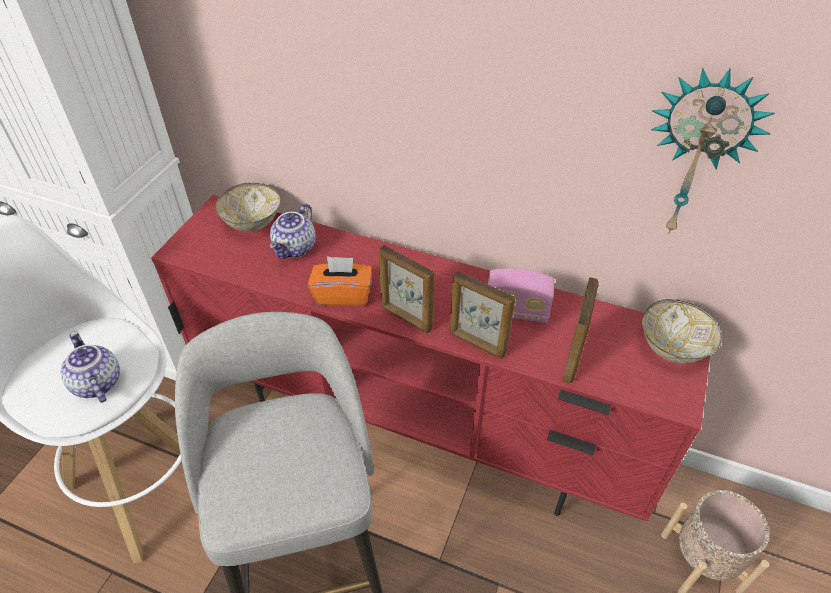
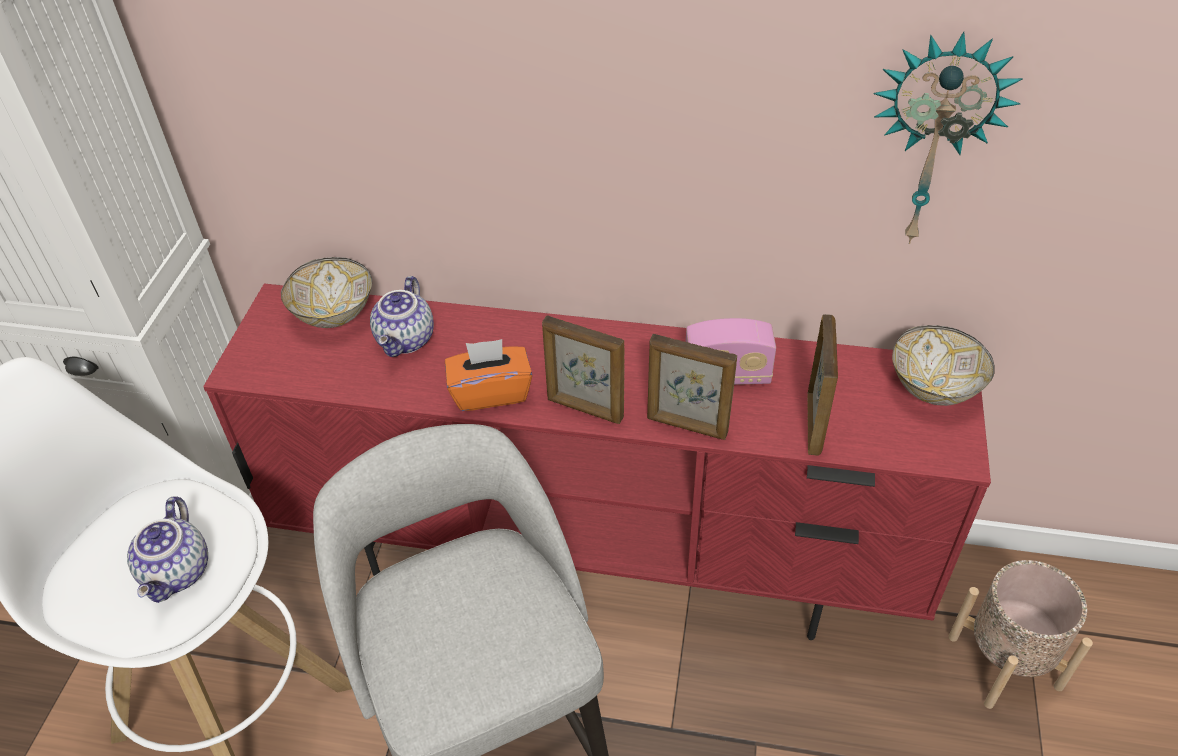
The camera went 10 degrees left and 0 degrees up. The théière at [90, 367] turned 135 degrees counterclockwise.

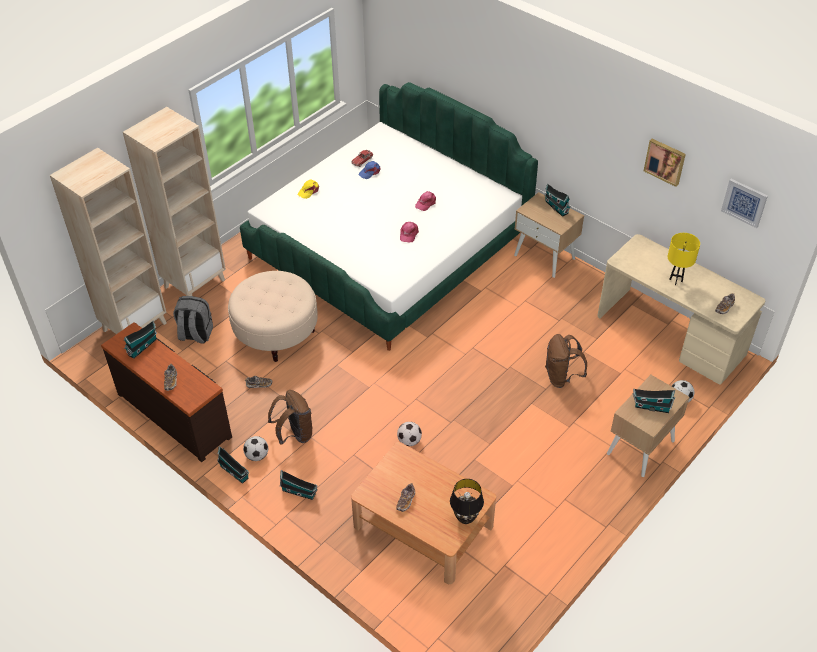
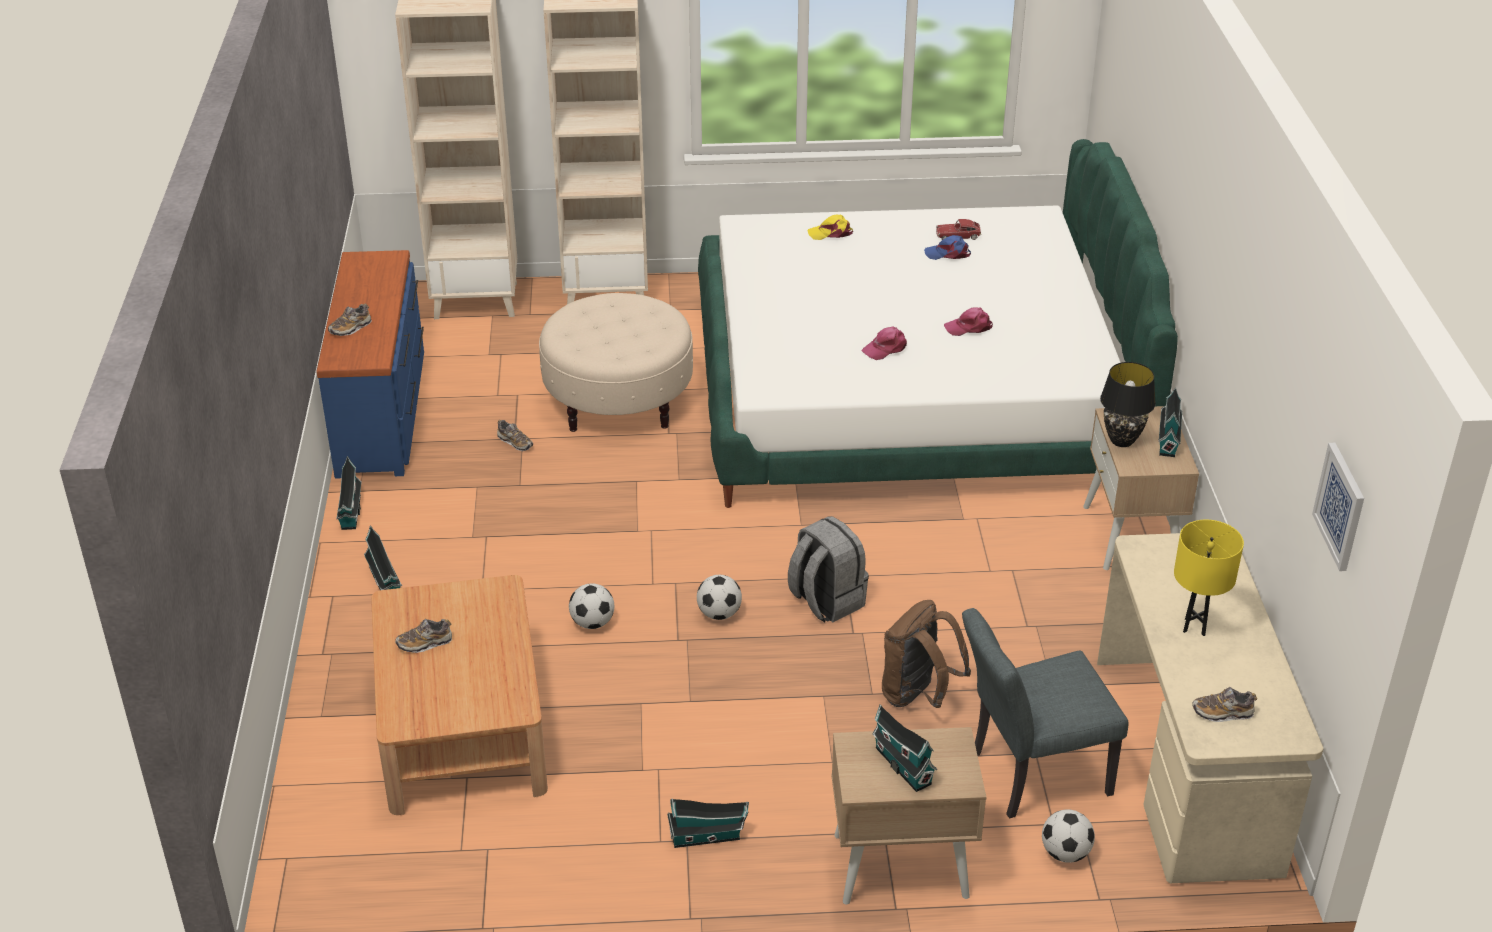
The camera went 45 degrees right and 10 degrees down. The tableau at [665, 163] disappeared. The sac à dos (gris) moved from [193, 320] to [828, 569]. The maison miniature moved from [140, 339] to [708, 823]. The commode (marron) at [166, 392] became the commode (bleu) at [370, 364]. The sac à dos (marron) at [290, 417] disappeared. The ballon de foot moved from [255, 448] to [719, 597]. The lampe de table (noir) moved from [467, 501] to [1128, 404]. The chaise (gris) at [1045, 713] appeared.

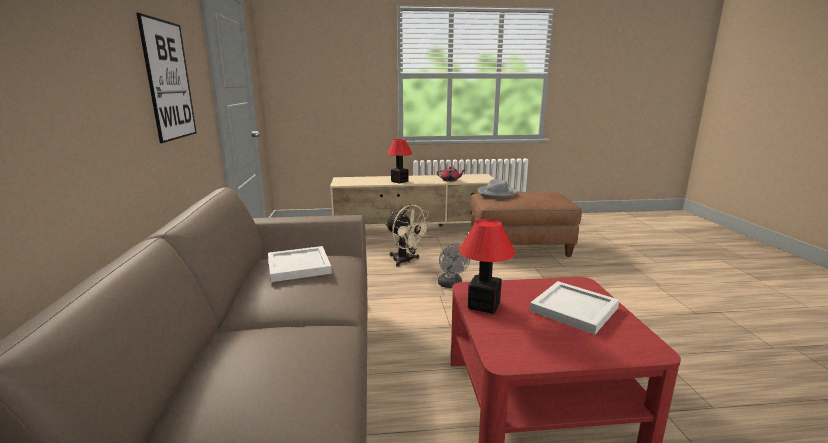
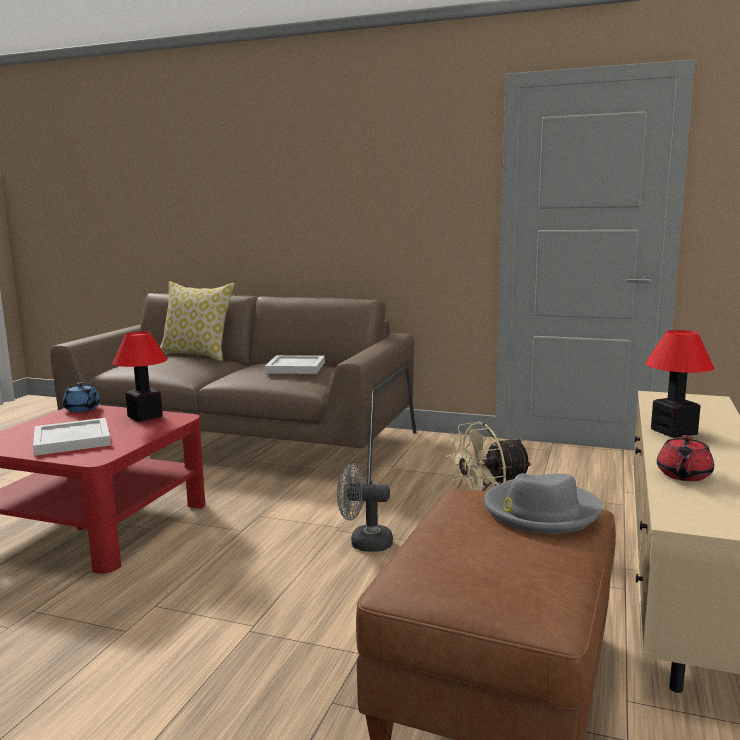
The camera went 115 degrees right and 5 degrees down. The tableau at [166, 78] disappeared. The coussin at [197, 321] appeared. The théière (bleu) at [81, 397] appeared.

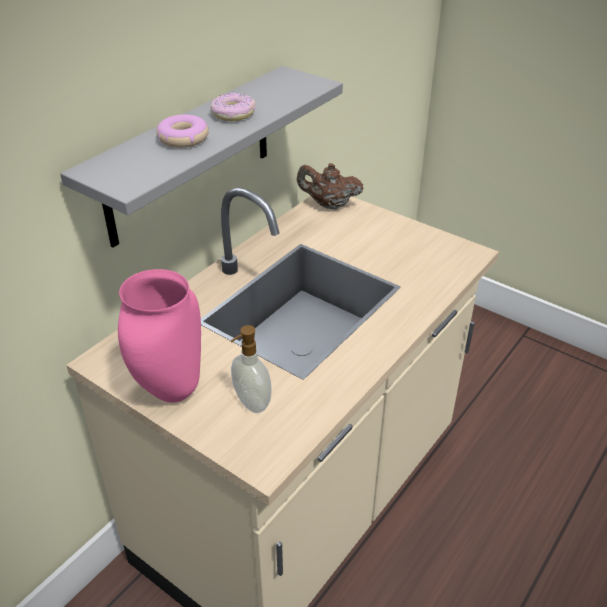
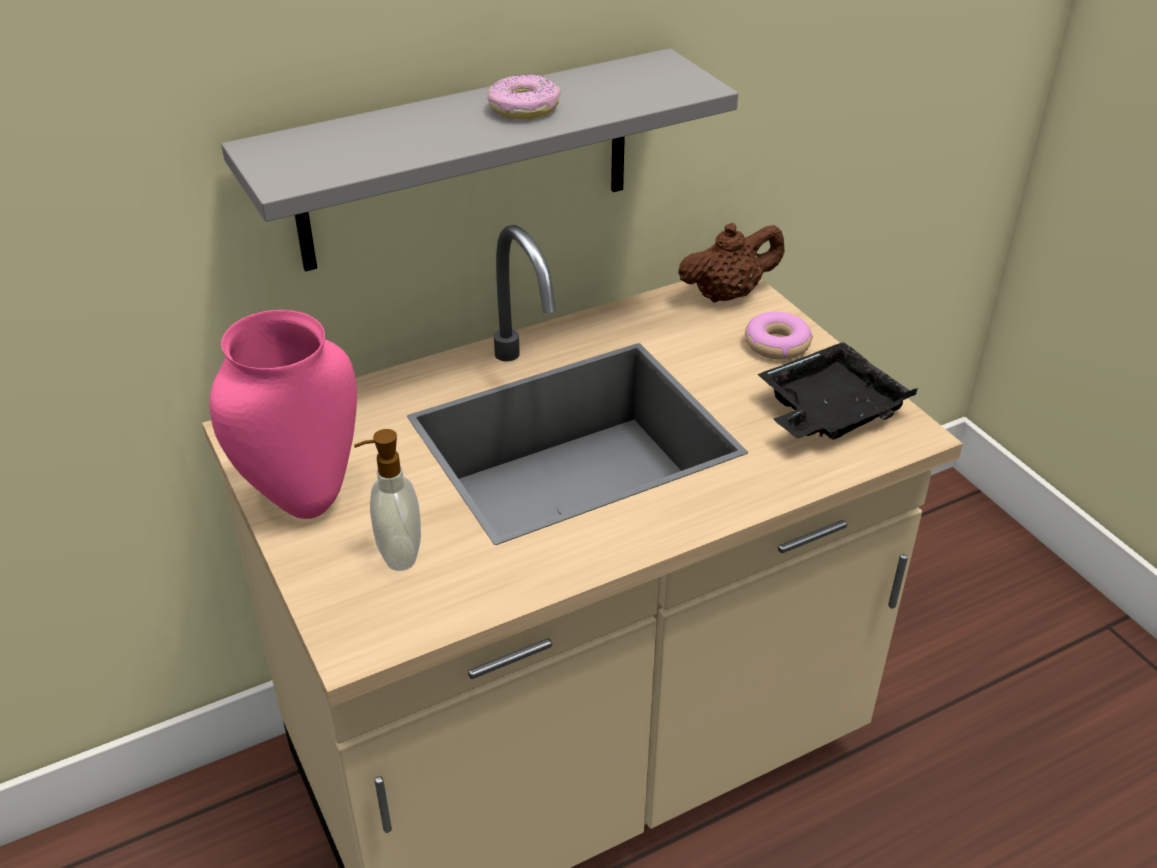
The camera went 25 degrees right and 0 degrees up. The beignet moved from [183, 131] to [779, 336]. The théière (marron) at [330, 186] turned 120 degrees clockwise. The plateau (noir) at [837, 391] appeared.

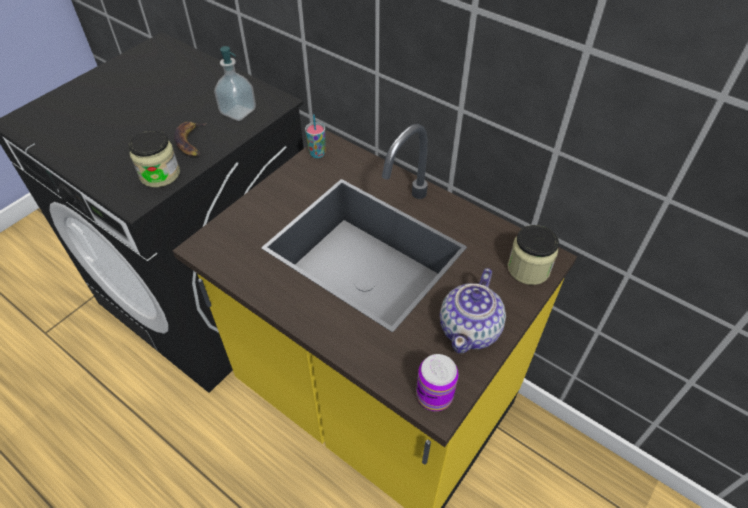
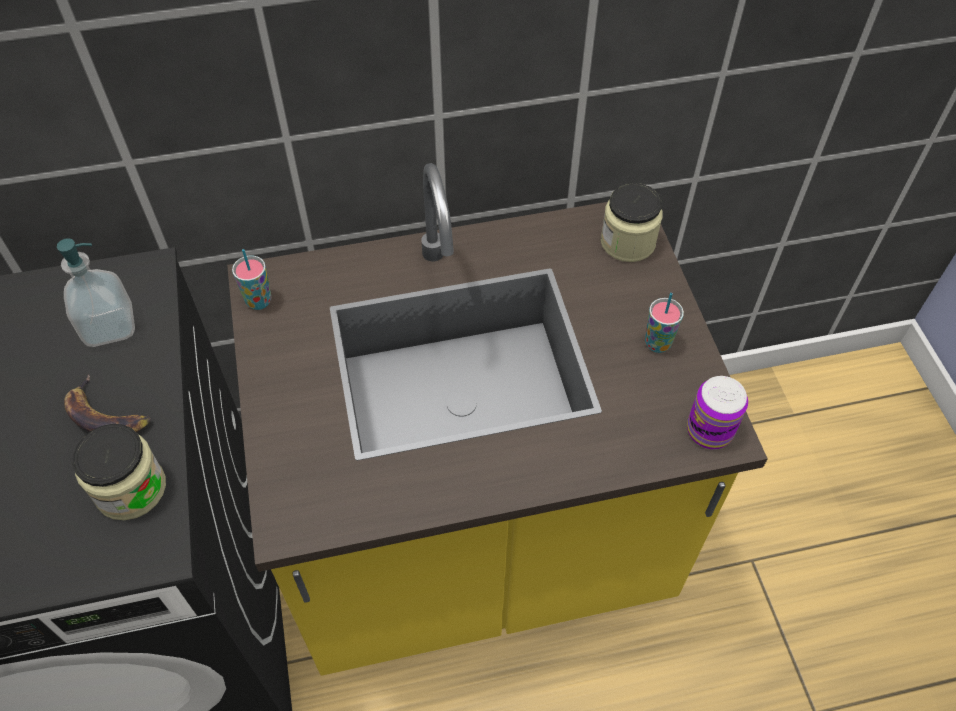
The camera went 50 degrees left and 5 degrees up. The théière at [473, 310] was replaced by the tasse at [664, 323].

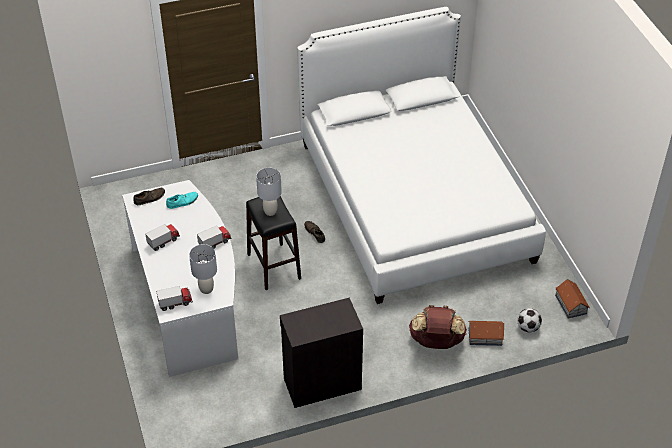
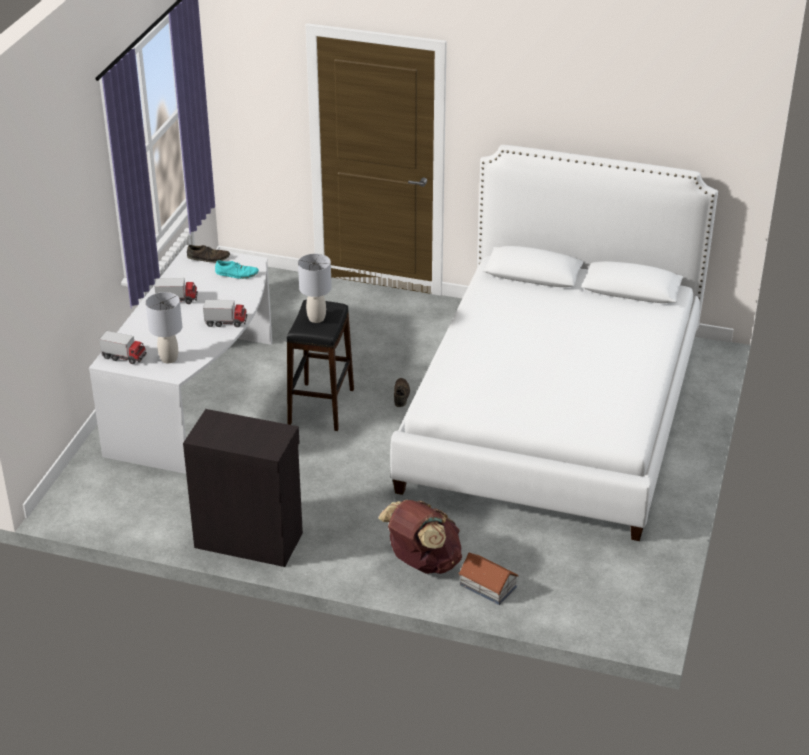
The camera went 35 degrees right and 10 degrees down. The maison miniature at [572, 299] disappeared. The ballon de foot at [529, 320] disappeared.

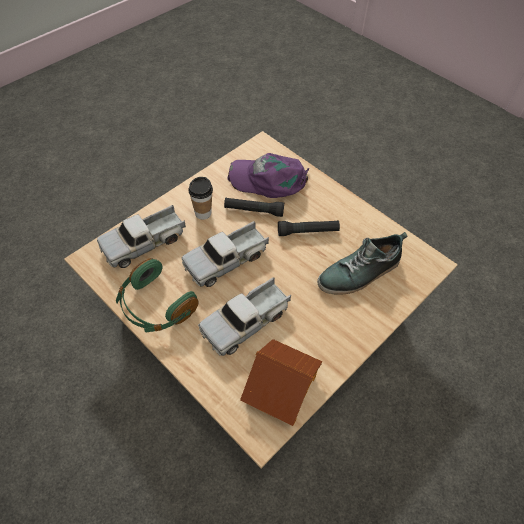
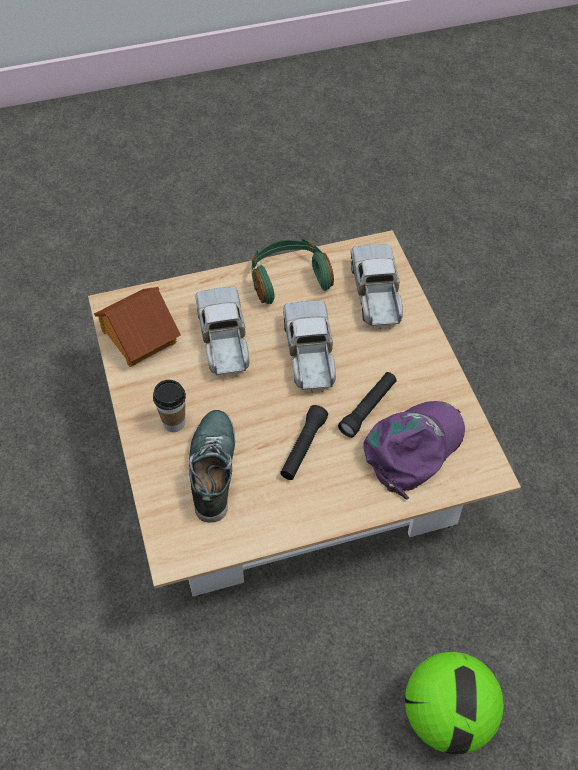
The camera went 120 degrees right and 0 degrees up. The tasse moved from [201, 198] to [169, 406]. The ballon de foot at [454, 703] appeared.

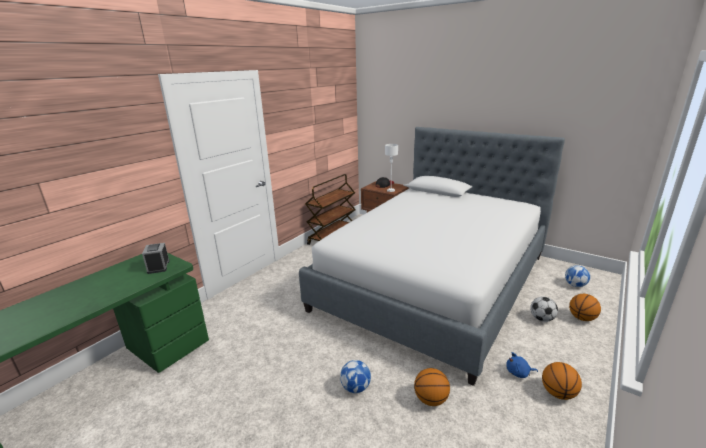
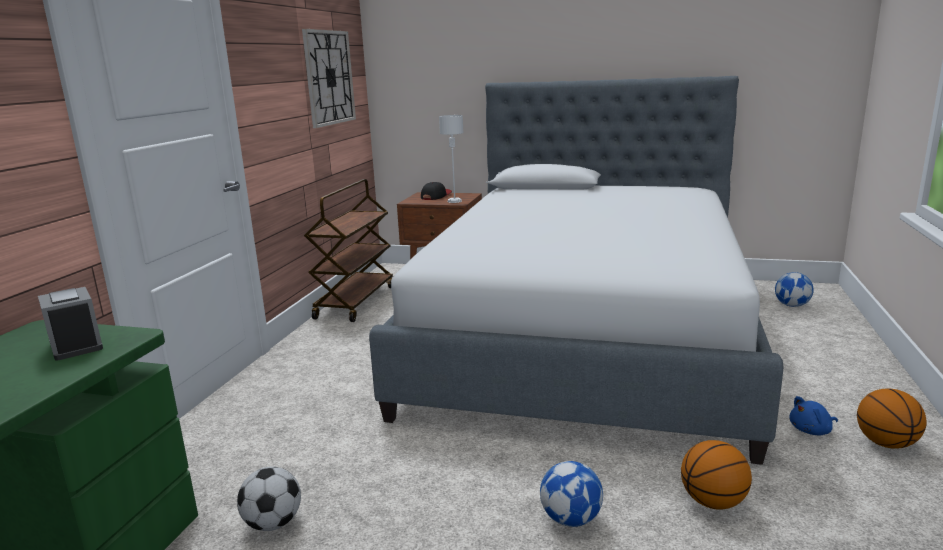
The camera went 20 degrees left and 5 degrees down. The ballon de basket at [585, 307] disappeared. The ballon de foot moved from [544, 309] to [269, 498]. The horloge murale at [329, 78] appeared.

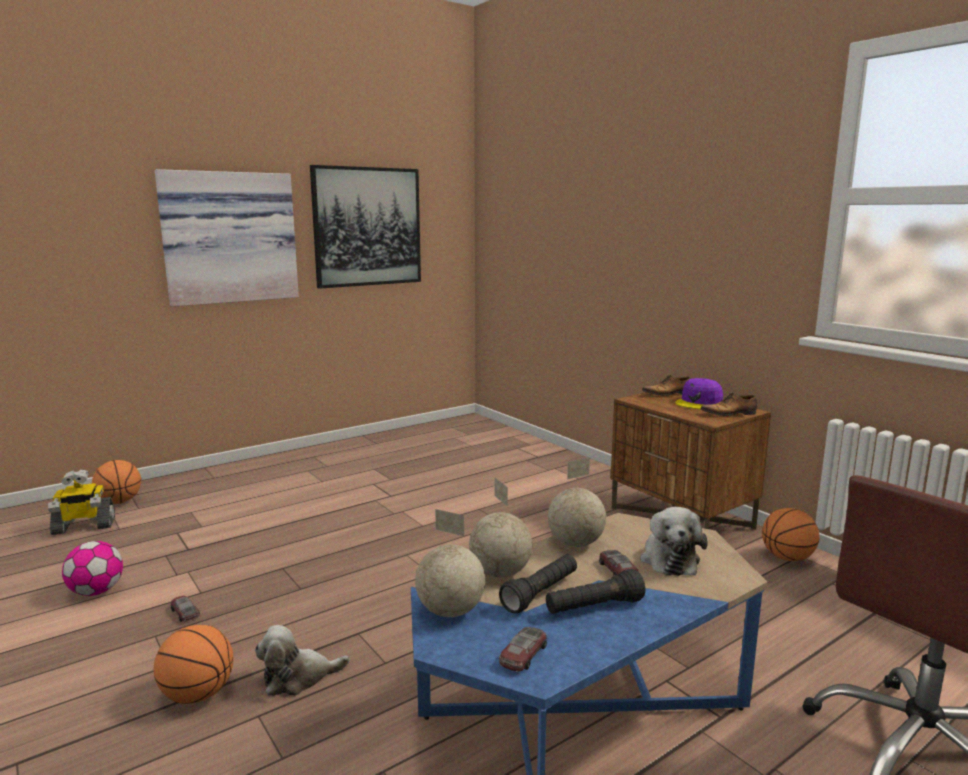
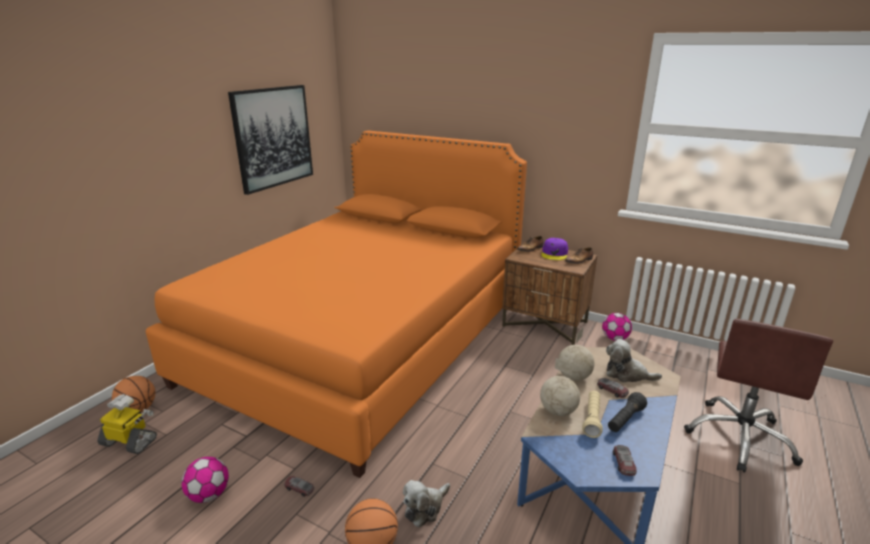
The camera went 25 degrees left and 10 degrees up. The tableau at [227, 238] disappeared. The robot jouet at [81, 502] turned 120 degrees counterclockwise. The peluche at [674, 541] turned 135 degrees clockwise. The ballon de basket at [790, 534] was replaced by the ballon de foot at [617, 327]. The globe at [450, 563] disappeared. The lampe de poche (noir) at [538, 583] became the lampe de poche (beige) at [592, 414]. The lit (orange) at [336, 304] appeared.

